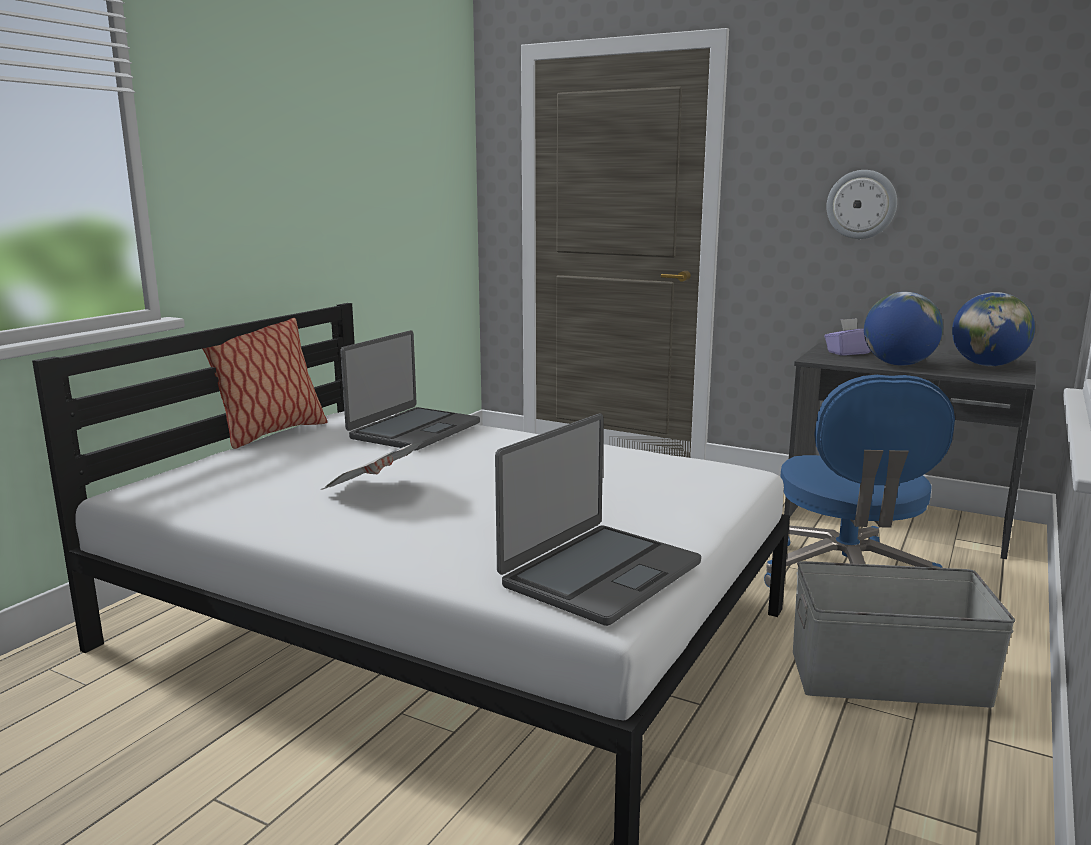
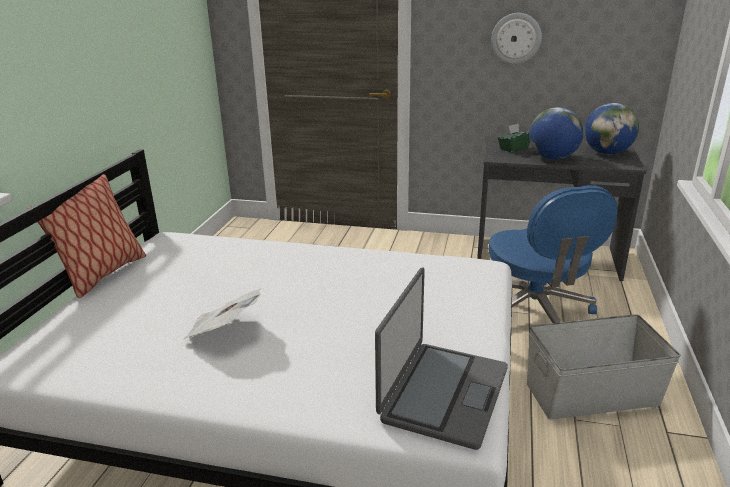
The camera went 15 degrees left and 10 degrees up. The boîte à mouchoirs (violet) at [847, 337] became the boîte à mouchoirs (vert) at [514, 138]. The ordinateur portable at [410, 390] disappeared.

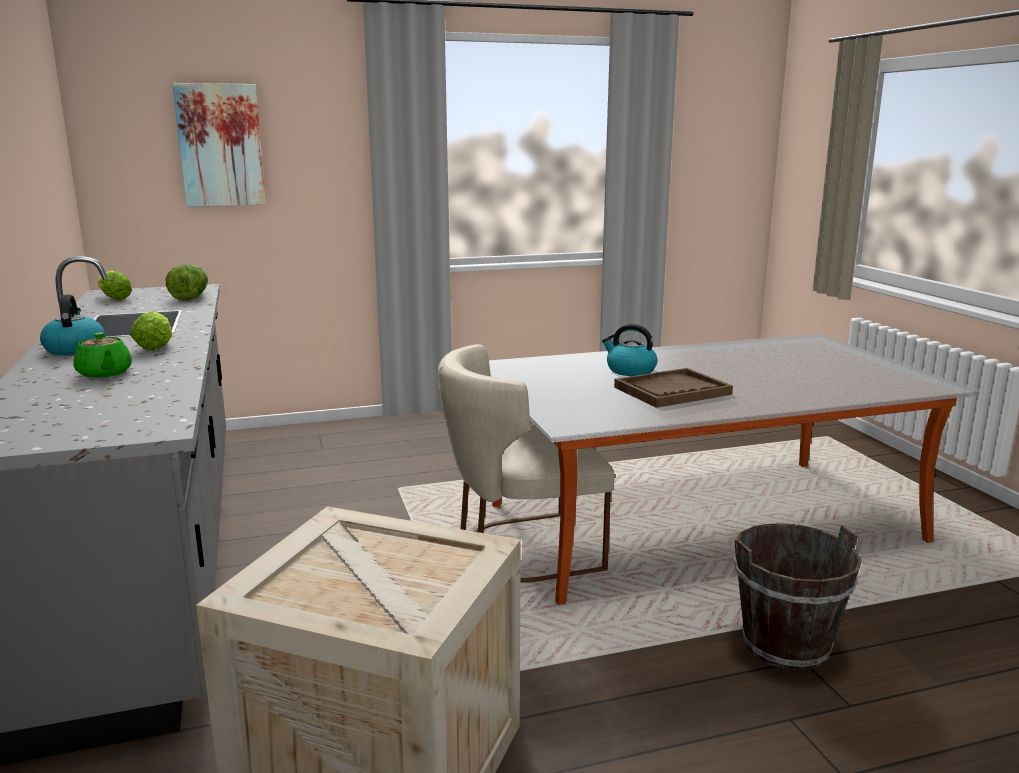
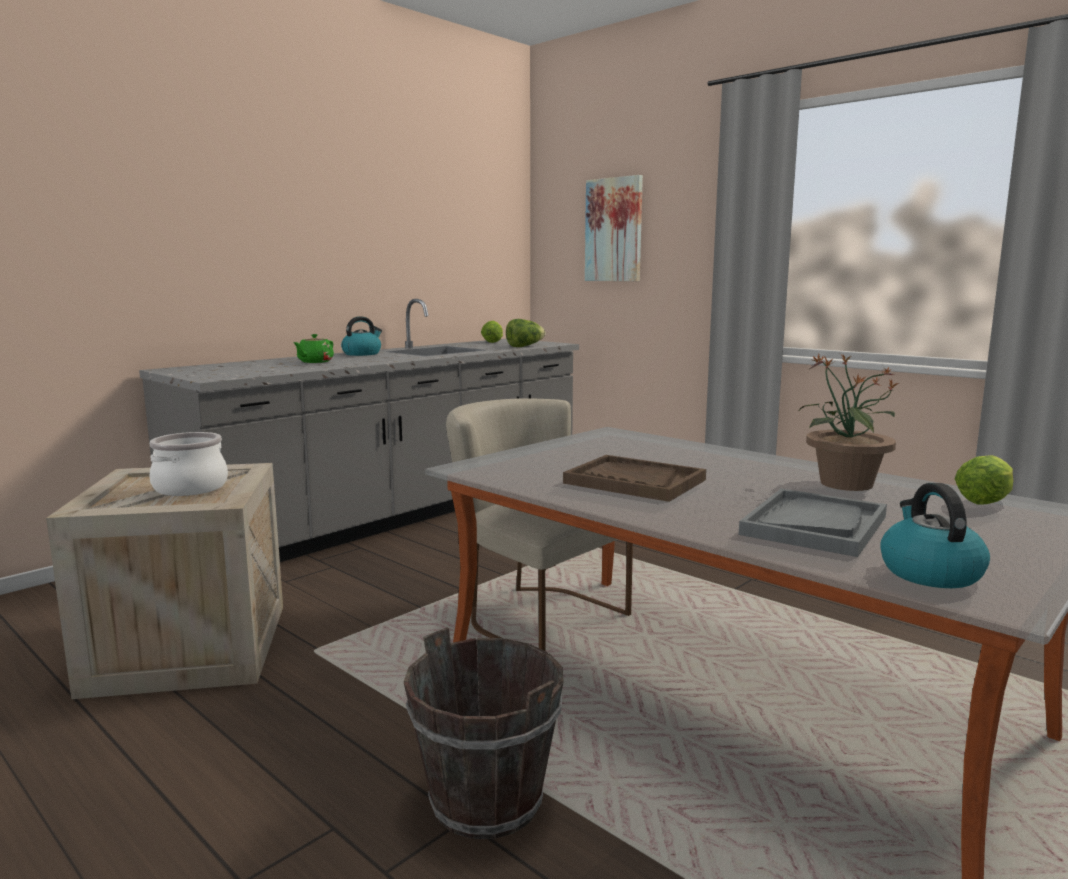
The camera went 60 degrees right and 5 degrees down. The laitue moved from [151, 331] to [984, 479]. The bouilloire moved from [629, 350] to [935, 535]. The plante en pot at [849, 422] appeared. The marmite at [188, 464] appeared. The plateau (gris) at [813, 523] appeared.

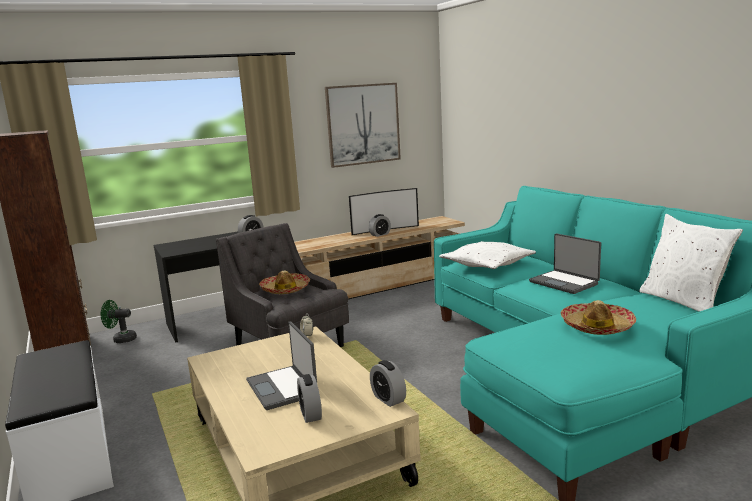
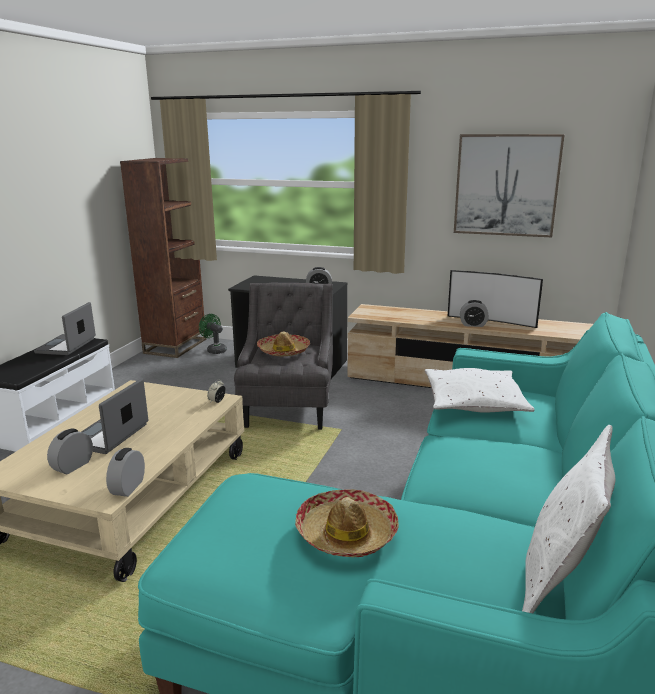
The camera went 45 degrees right and 5 degrees up. The ordinateur portable moved from [565, 263] to [65, 328].

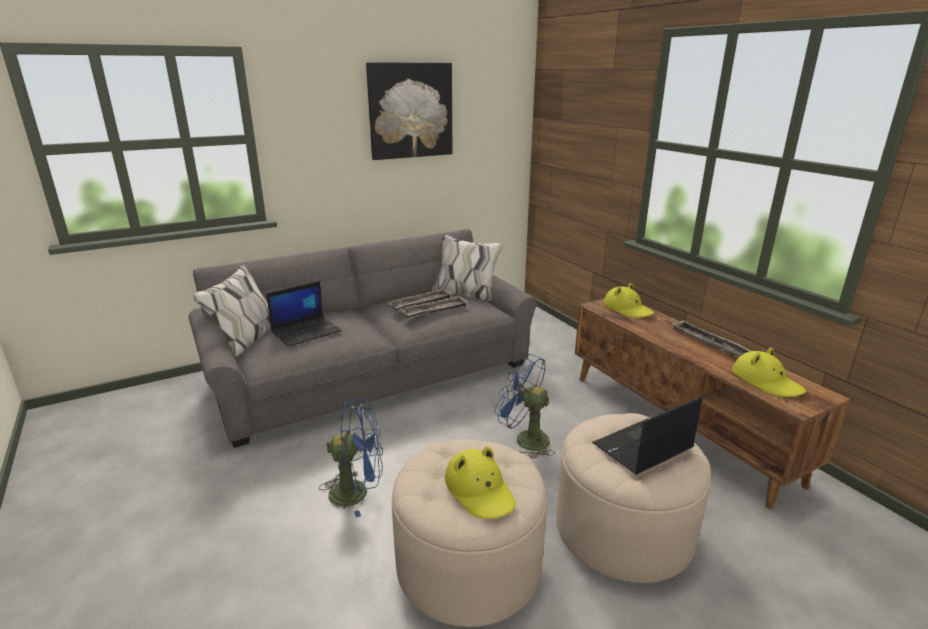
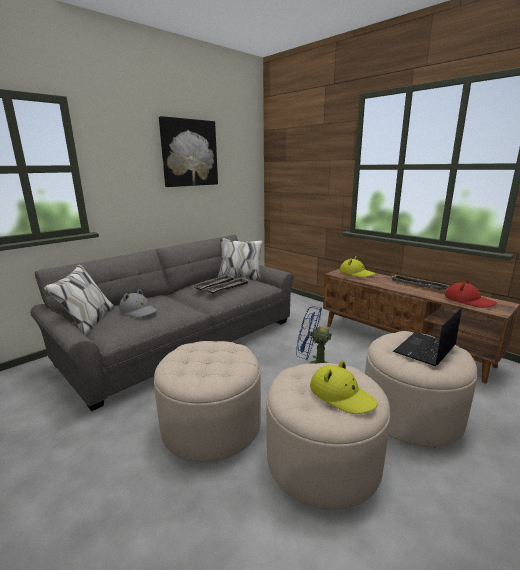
The camera went 15 degrees left and 5 degrees down. The ordinateur portable at [304, 314] was replaced by the chapeau (gris) at [138, 303]. The chapeau (jaune) at [769, 372] became the chapeau (rouge) at [471, 293]. The ventilateur (bleu) at [351, 458] was replaced by the pouf (beige) at [207, 401].

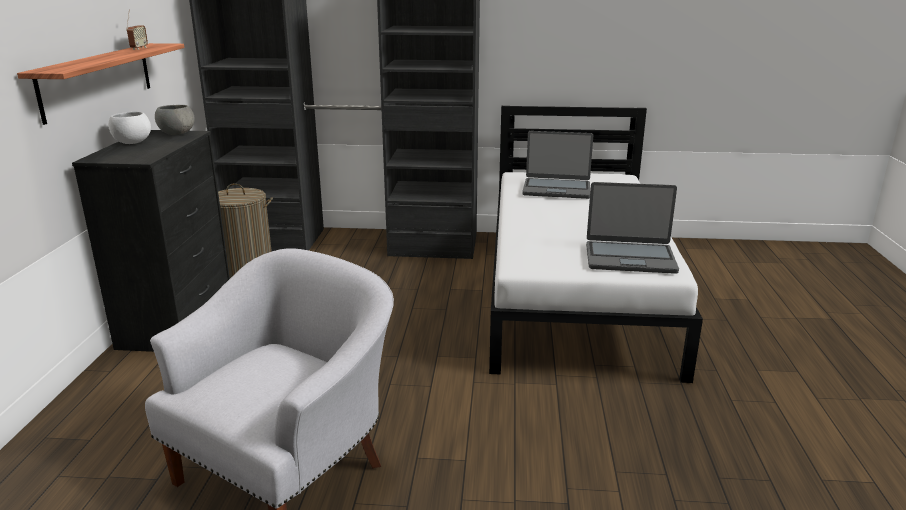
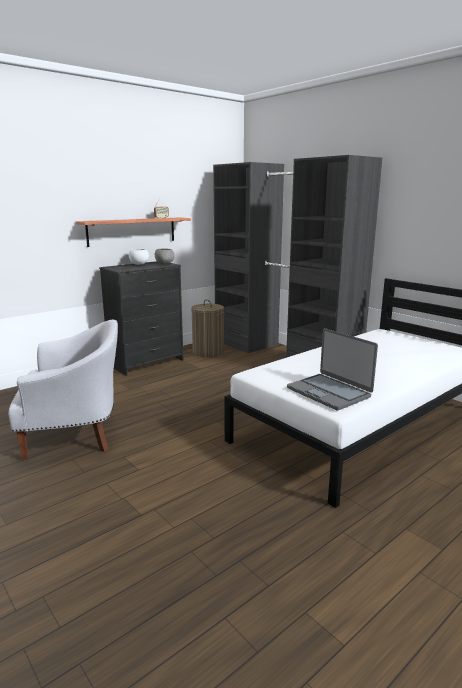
The camera went 45 degrees right and 5 degrees down. The ordinateur portable at [557, 165] disappeared.

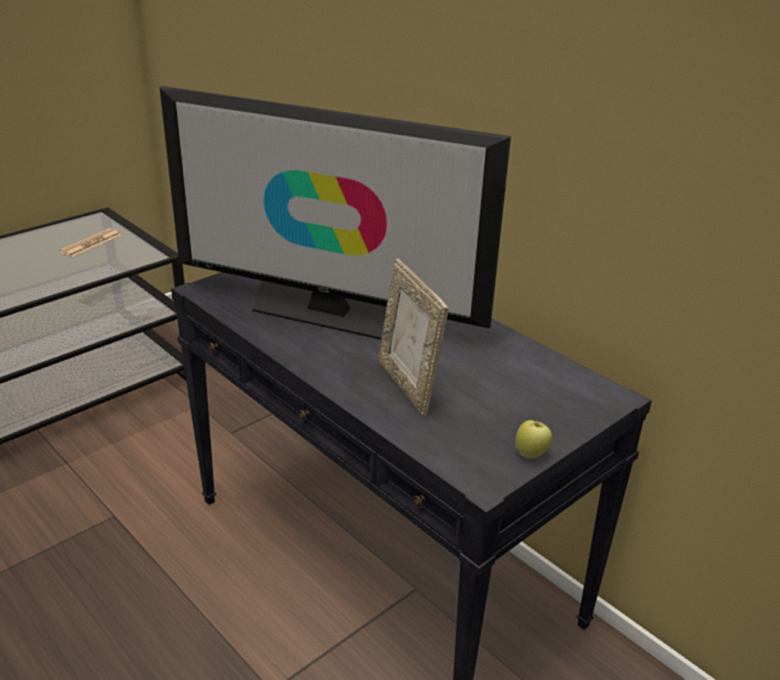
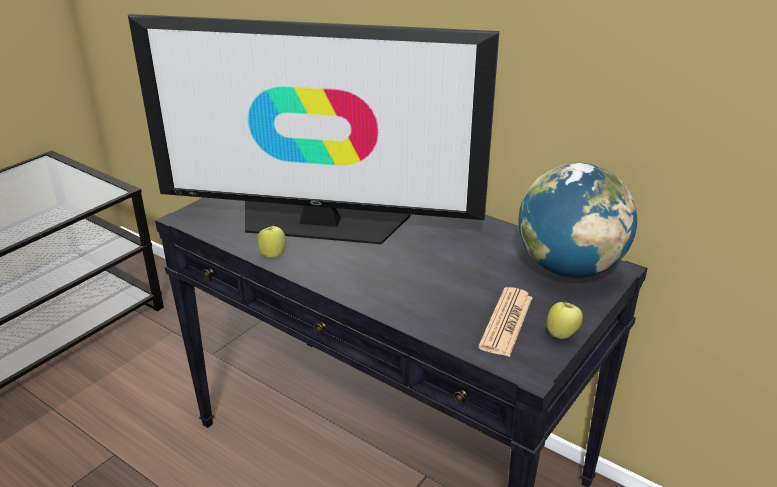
The camera went 10 degrees left and 0 degrees up. The journal moved from [90, 242] to [505, 322]. The cadre photo at [413, 337] disappeared. The globe at [577, 220] appeared. The pomme at [271, 241] appeared.

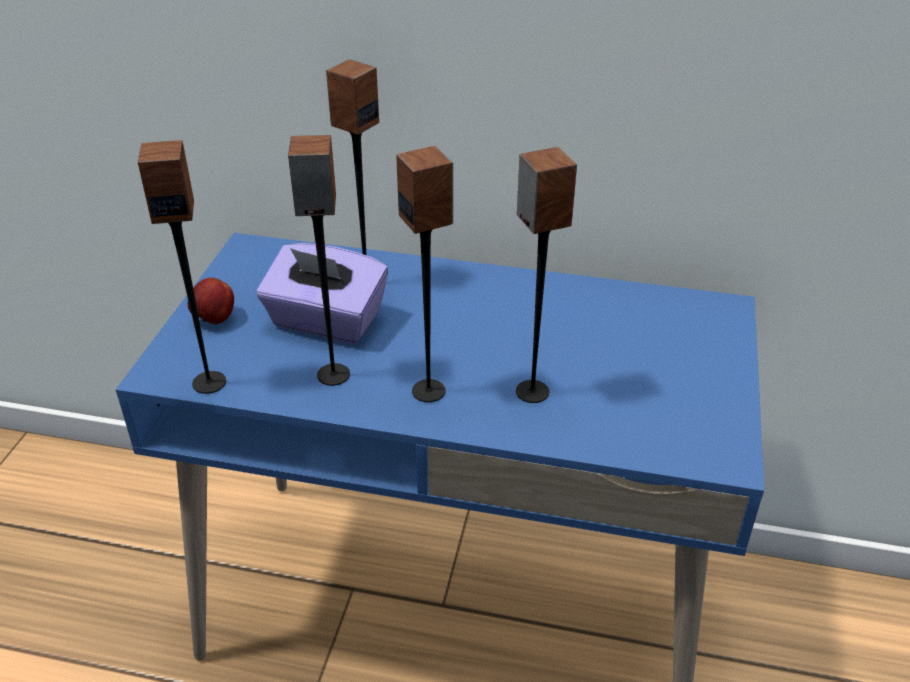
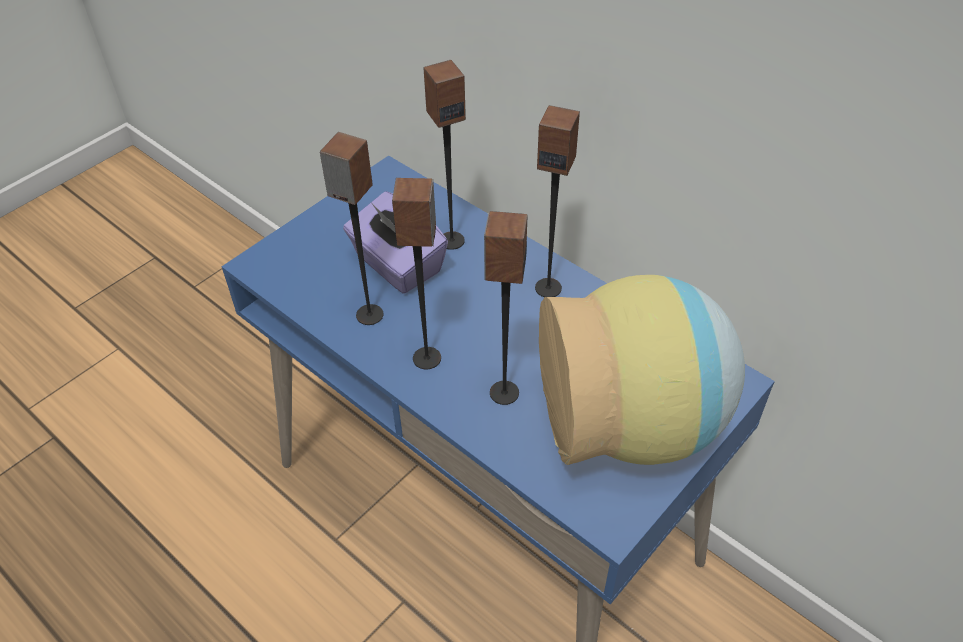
The camera went 30 degrees right and 10 degrees up. The enceinte moved from [182, 267] to [557, 201]. The pomme at [211, 301] disappeared. The vase at [642, 370] appeared.

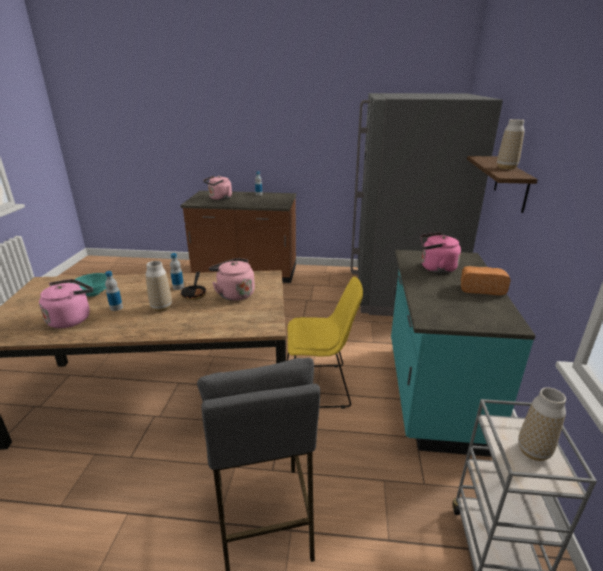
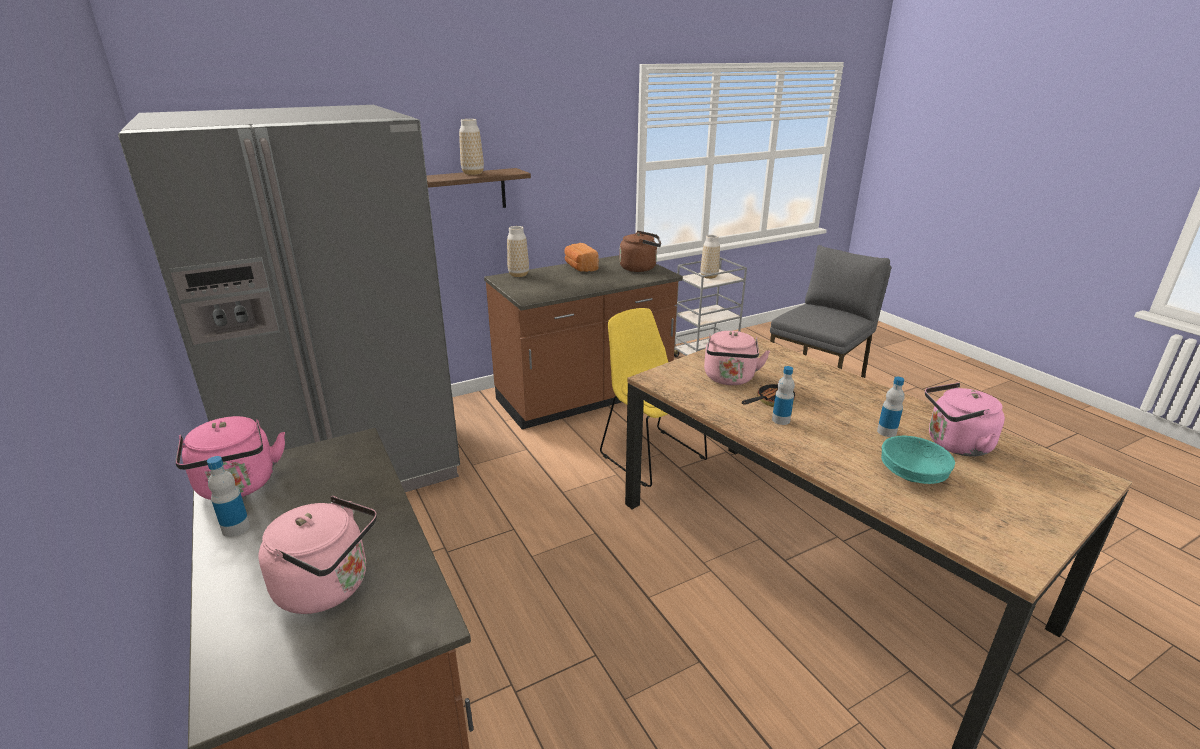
The camera went 125 degrees left and 0 degrees up. The bouilloire (rose) moved from [441, 252] to [230, 458]. The comptoir de cuisine (turquoise) at [463, 353] became the comptoir de cuisine (marron) at [583, 342]. The vase moved from [159, 286] to [518, 251]. The bouilloire (marron) at [640, 251] appeared.

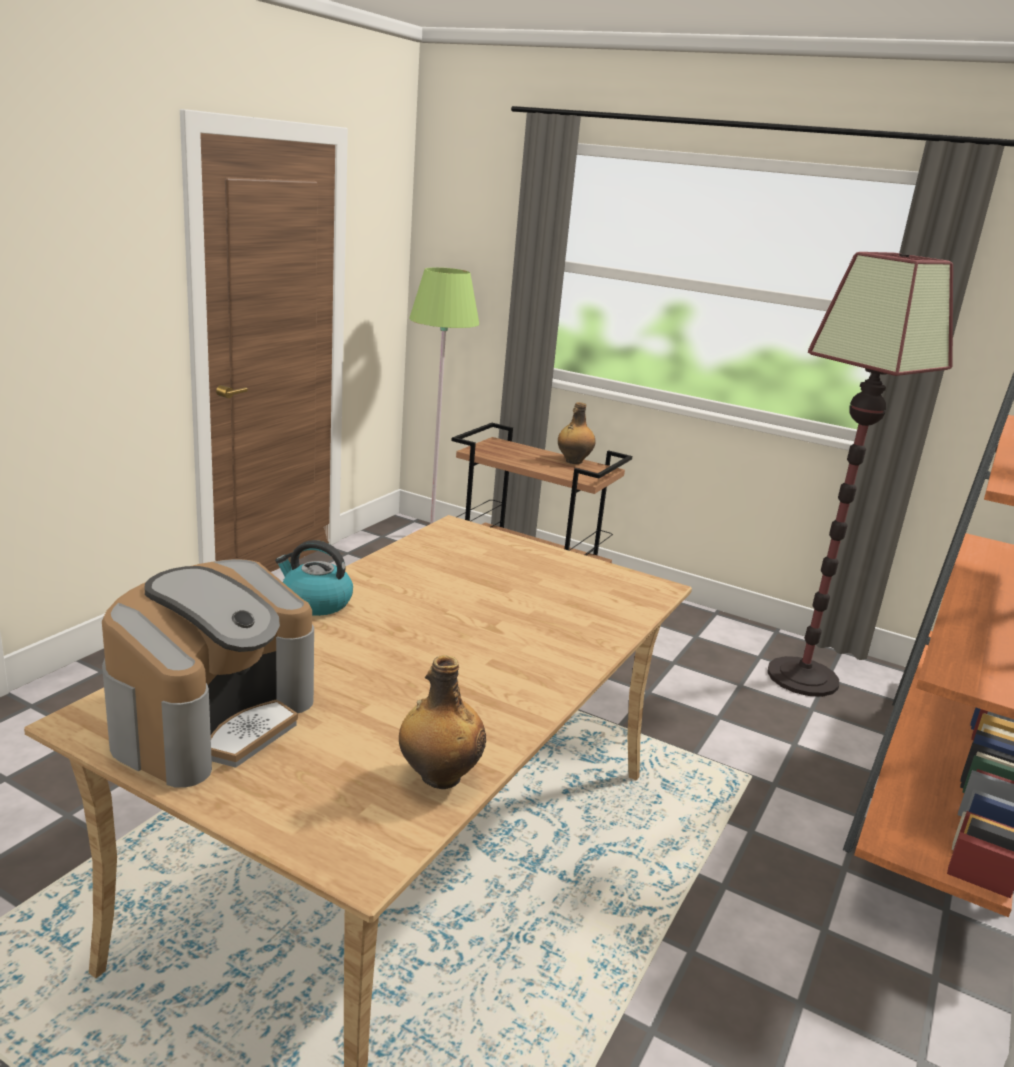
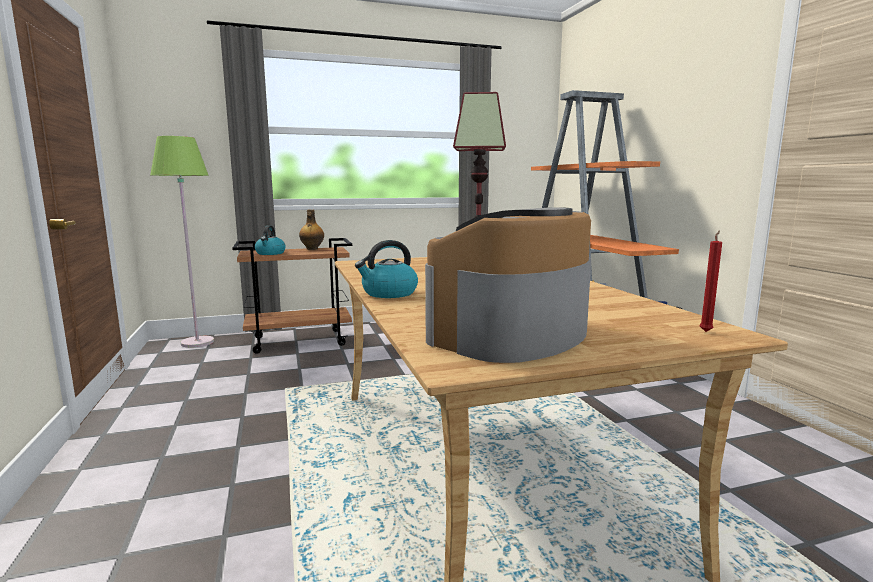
The camera went 45 degrees left and 10 degrees down. The machine à café at [208, 673] turned 120 degrees counterclockwise. The bouteille at [442, 722] disappeared. The bouilloire at [270, 240] appeared. The bougie (rouge) at [711, 281] appeared.

